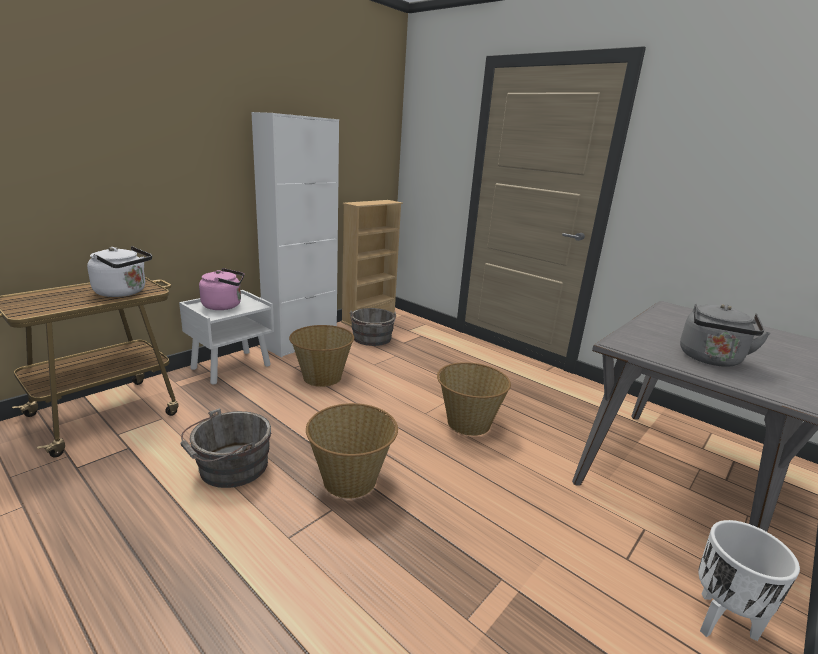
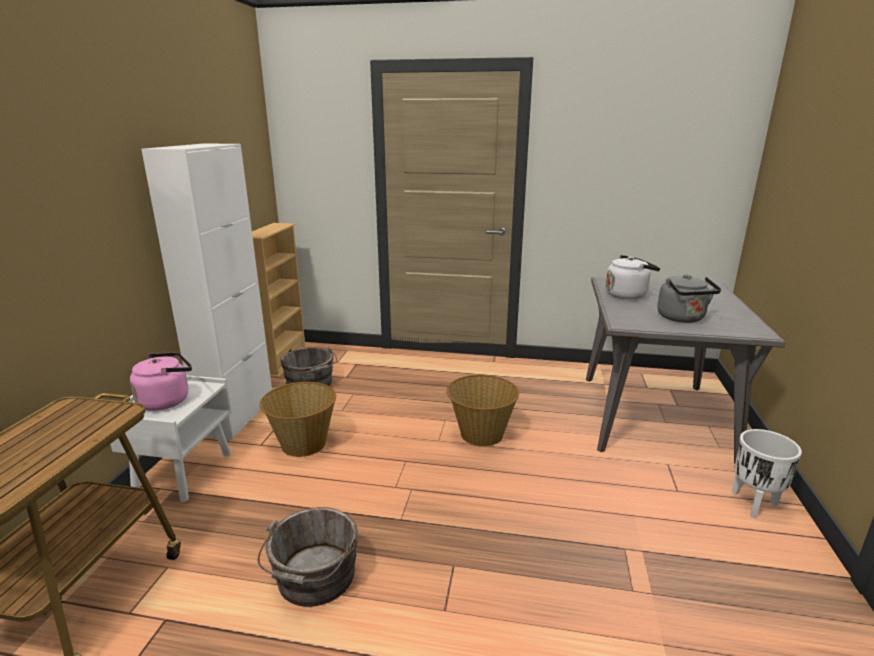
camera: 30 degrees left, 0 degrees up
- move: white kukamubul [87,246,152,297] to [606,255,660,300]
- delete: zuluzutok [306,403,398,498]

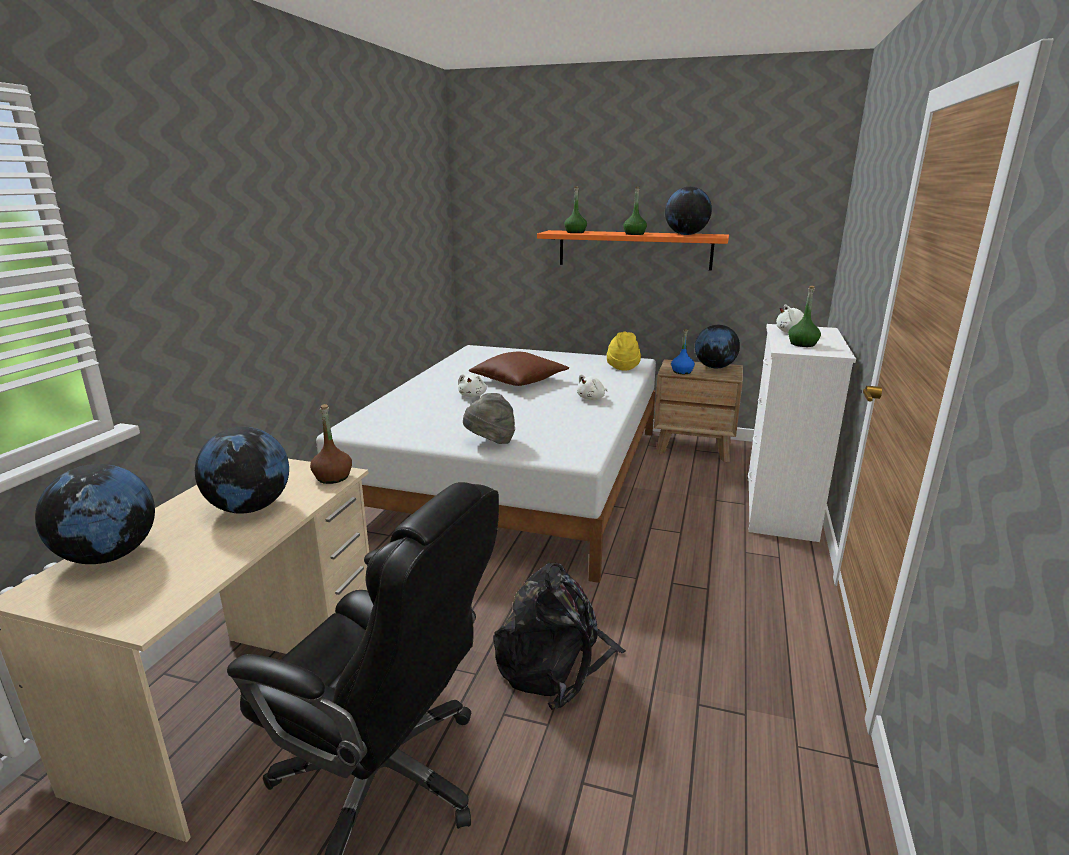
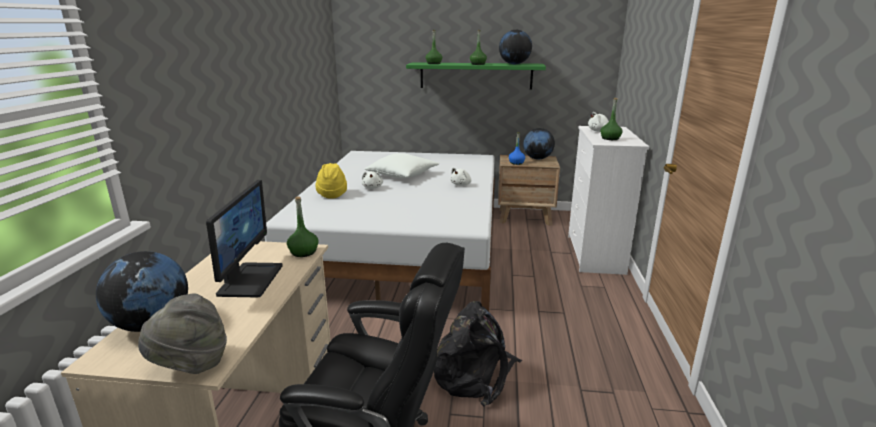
camera: 10 degrees left, 0 degrees up
- recolor: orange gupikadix [537,230,729,271] to green gupikadix [406,62,546,90]
- move: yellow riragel [607,331,641,371] to [315,163,347,199]
- recolor: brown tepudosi [469,351,569,386] to white tepudosi [365,153,439,179]
- move: grey riragel [463,393,515,444] to [138,293,227,374]
- recolor: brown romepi [310,404,352,484] to green romepi [287,196,319,257]
- replace: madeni [195,427,289,514] to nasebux [206,180,283,297]

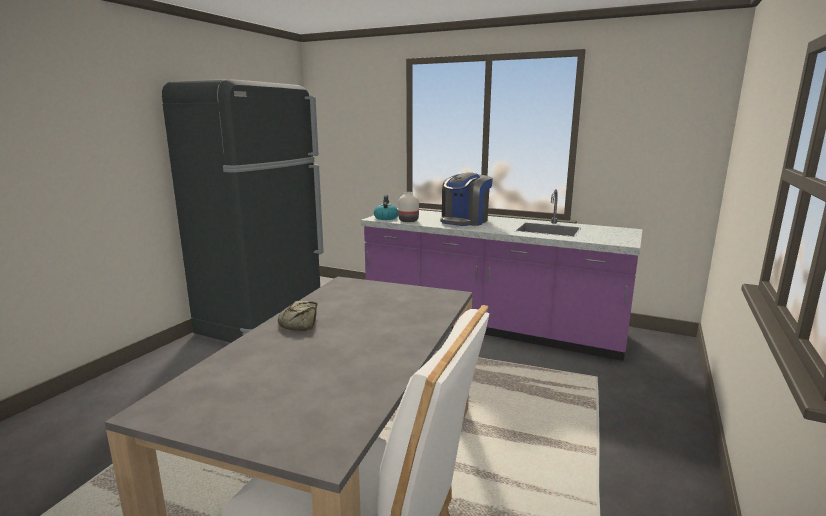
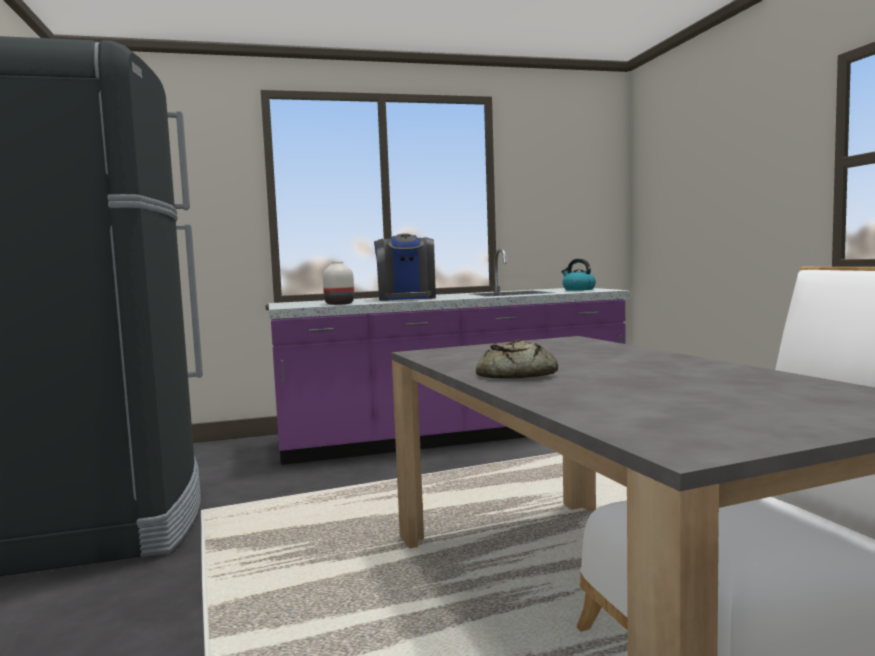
camera: 40 degrees left, 10 degrees down
- move: kukamubul [374,194,398,220] to [561,259,596,291]

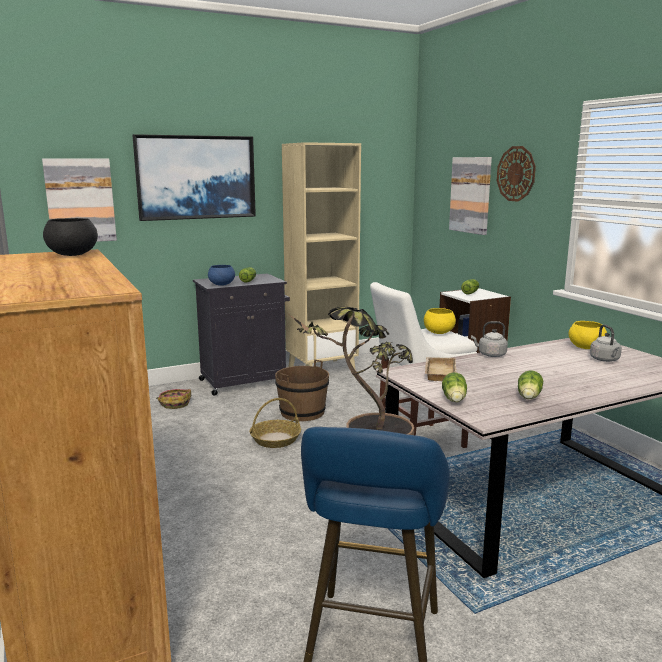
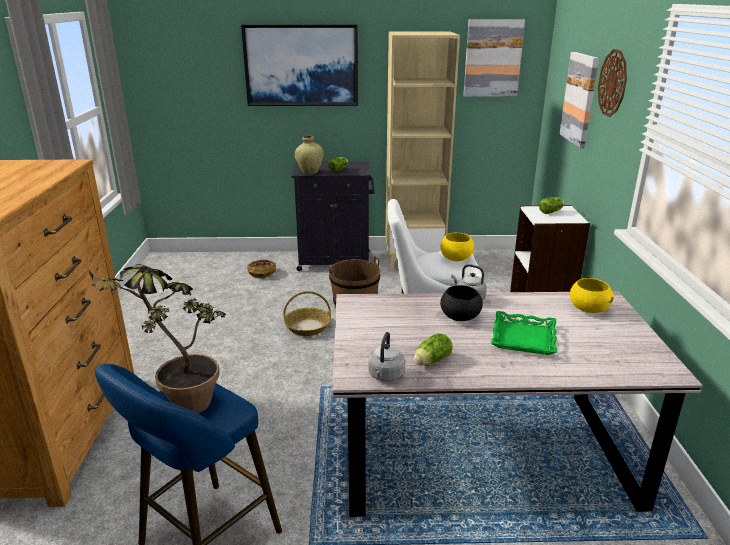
camera: 25 degrees right, 10 degrees up
- move: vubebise [42,158,117,242] to [463,19,525,97]
- move: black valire [43,218,98,256] to [440,285,483,321]
- replace: blue valire [208,265,235,286] to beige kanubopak [295,136,324,174]
- move: grey kukamubul [590,325,622,362] to [368,332,405,382]
- delete: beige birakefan [425,357,457,381]
- delete: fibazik [442,372,467,402]
- insert: green birakefan [491,311,557,355]

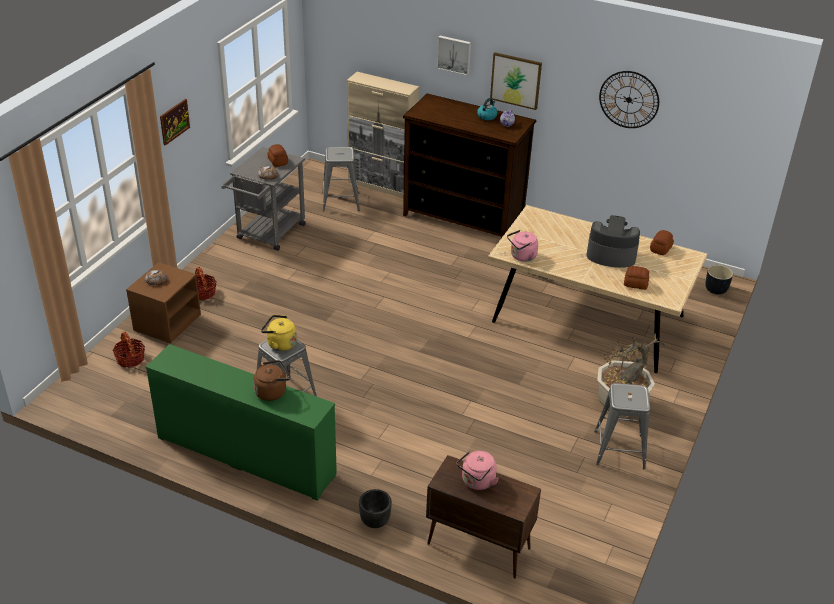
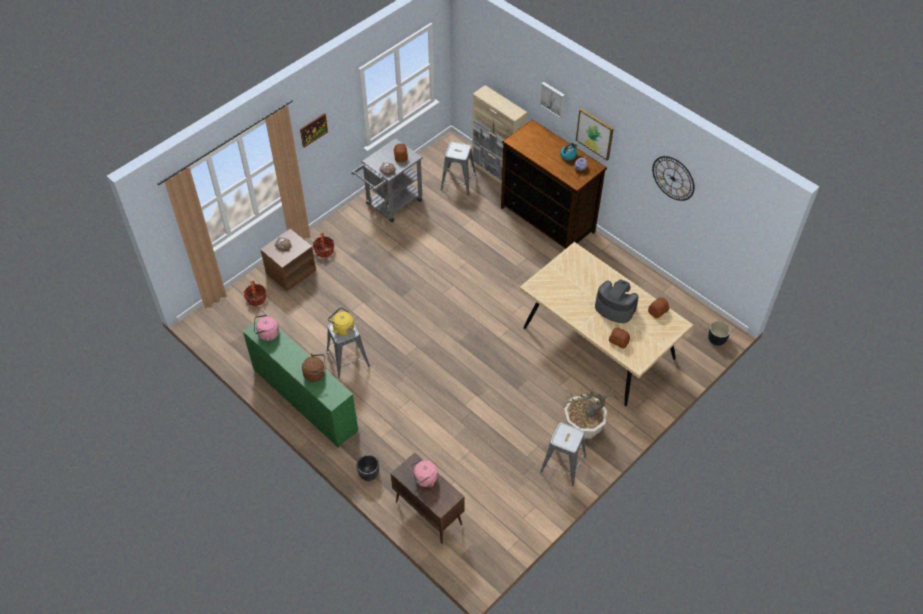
camera: 20 degrees right, 15 degrees up
- move: pink kukamubul [507,230,538,262] to [254,315,279,341]

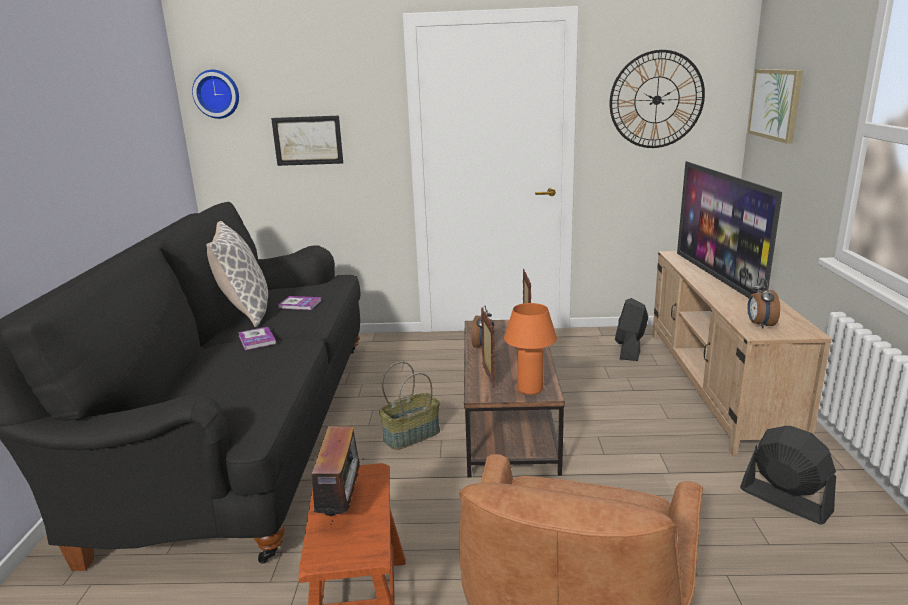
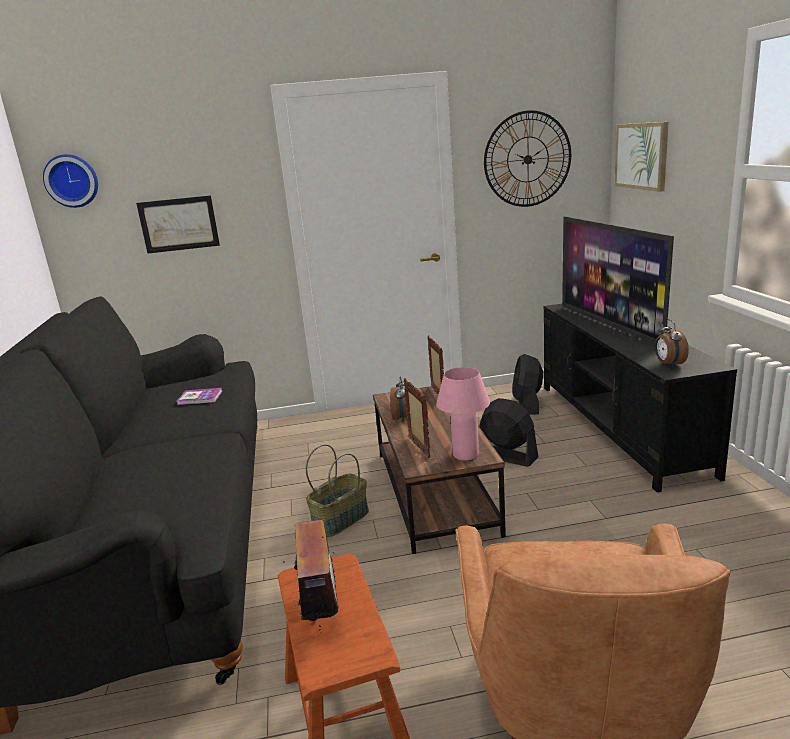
camera: 10 degrees left, 0 degrees up
- delete: tepudosi [206,221,268,327]
- recolor: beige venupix [652,251,832,456] to black venupix [544,304,737,493]
- recolor: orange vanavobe [504,303,557,395] to pink vanavobe [436,367,490,461]
- delete: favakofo [238,327,276,350]
- move: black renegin [740,426,836,524] to [479,398,539,467]

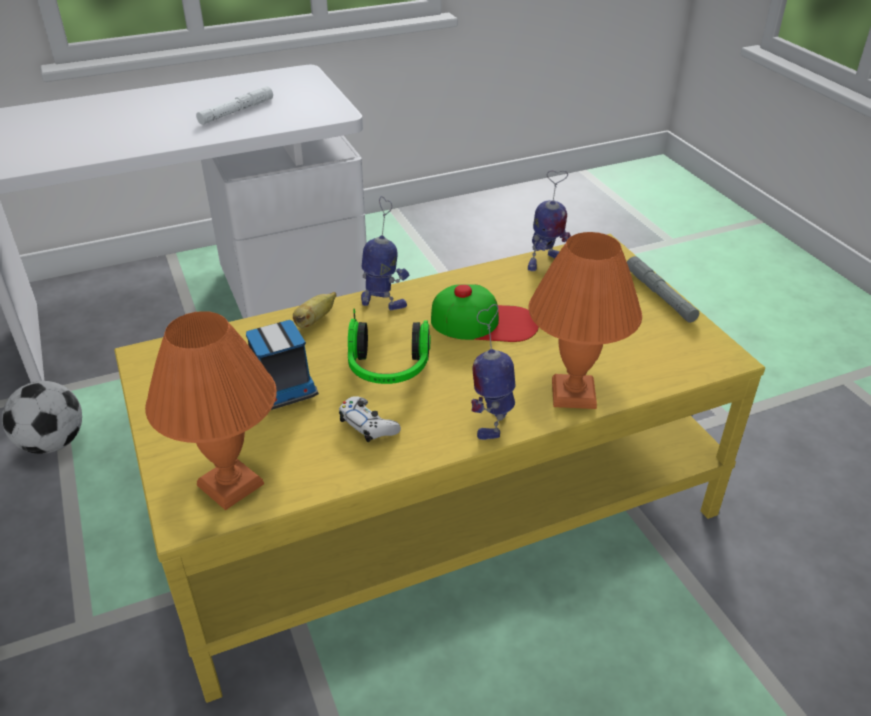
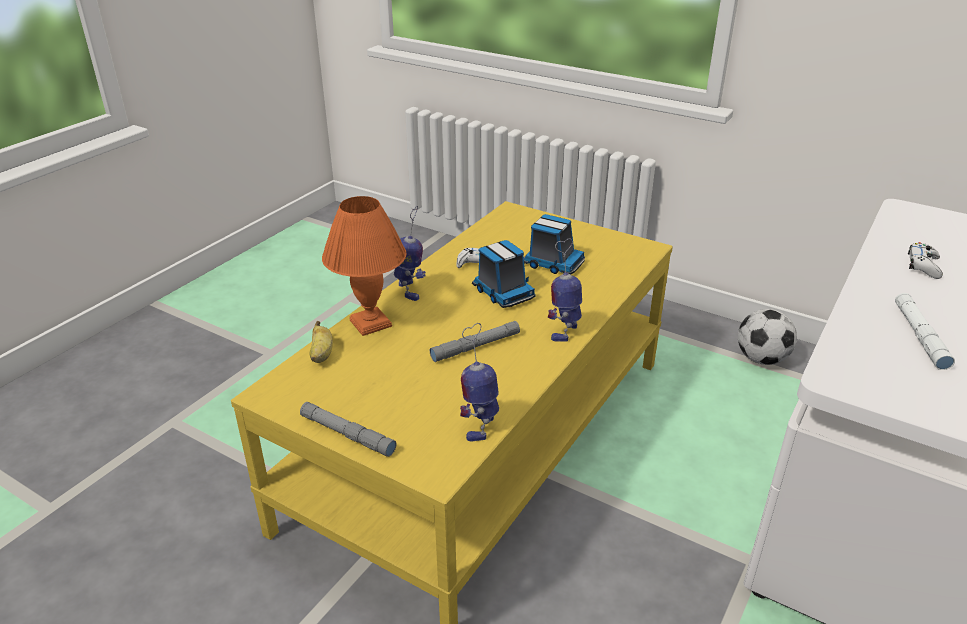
camera: 145 degrees right, 5 degrees down
- rotate: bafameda [361,196,409,310] = [547,238,582,341] 135 degrees clockwise
- replace: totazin [431,284,539,342] to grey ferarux [430,321,520,362]
- move: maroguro [293,292,336,328] to [310,321,333,363]
- replace: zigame [348,309,430,384] to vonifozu [472,240,535,308]
- delete: orange vanavobe [145,311,277,510]
- insert: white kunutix [908,242,943,279]

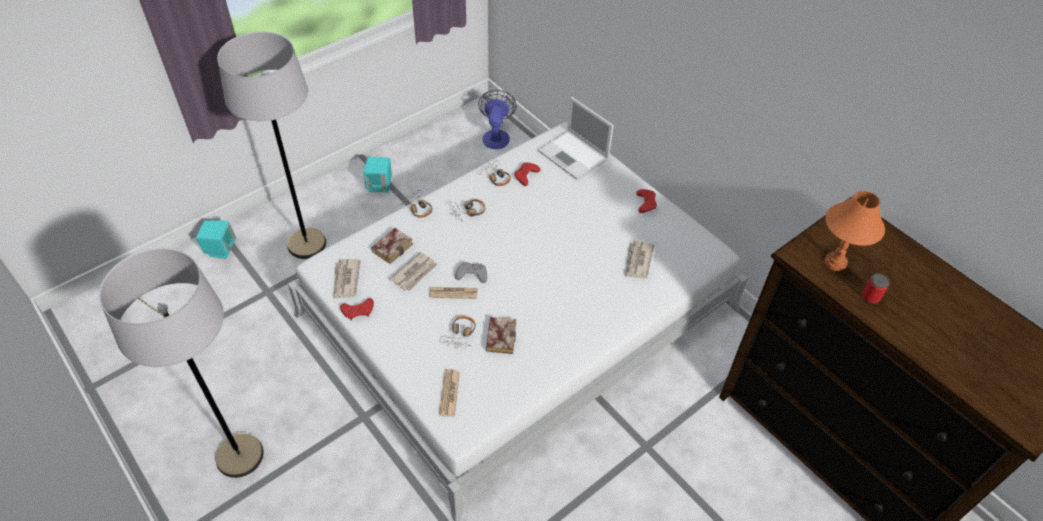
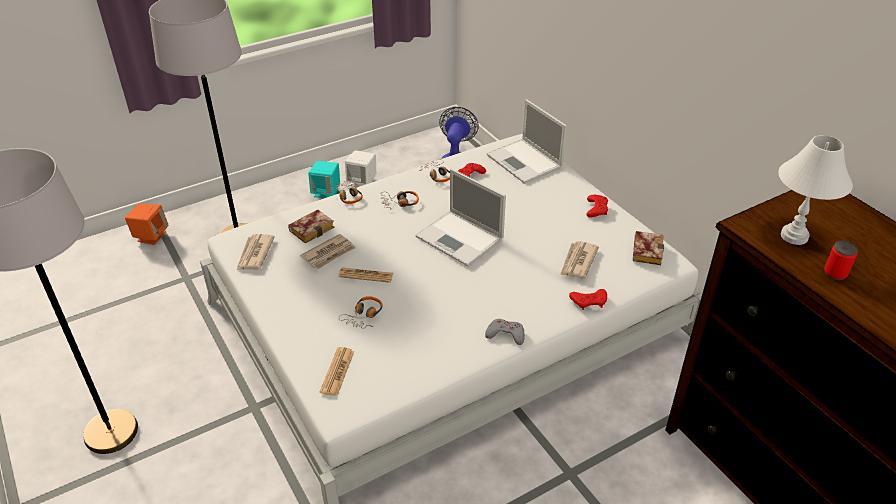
camera: 10 degrees right, 10 degrees down
- recolor: orange vanavobe [824,191,885,271] to white vanavobe [778,135,853,245]
- recolor: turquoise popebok [196,220,236,259] to orange popebok [125,204,168,245]
- move: grey kunutix [455,262,487,283] to [485,319,525,345]
- move: red kunutix [340,298,374,321] to [569,289,607,310]
- move: favakofo [486,317,516,354] to [633,231,664,265]
- insert: white popebok [345,150,376,187]
- insert: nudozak [416,169,506,267]

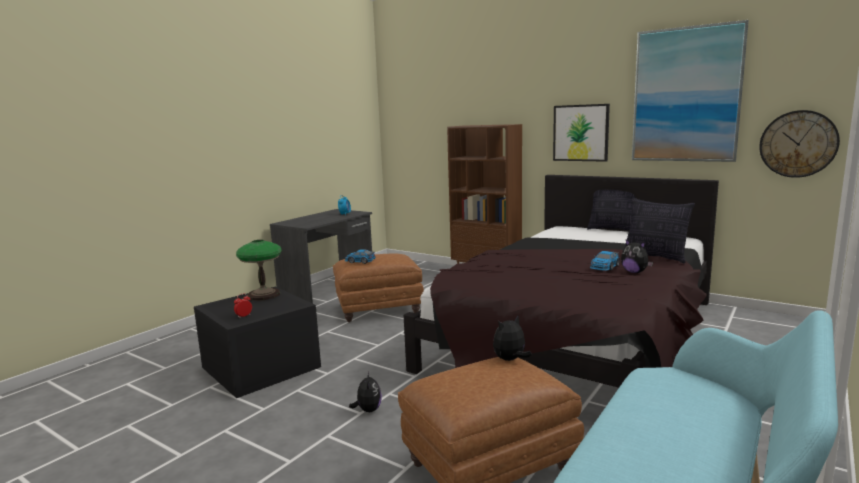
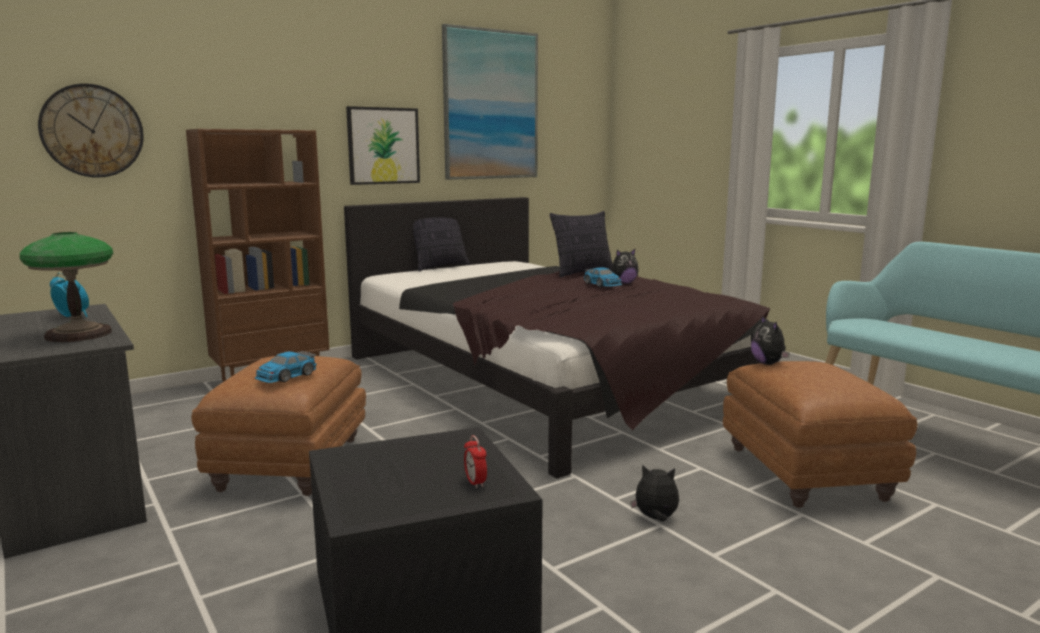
camera: 70 degrees left, 0 degrees up
- move: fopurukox [759,110,840,178] to [38,84,144,178]
- move: vanavobe [236,240,282,301] to [20,232,113,342]

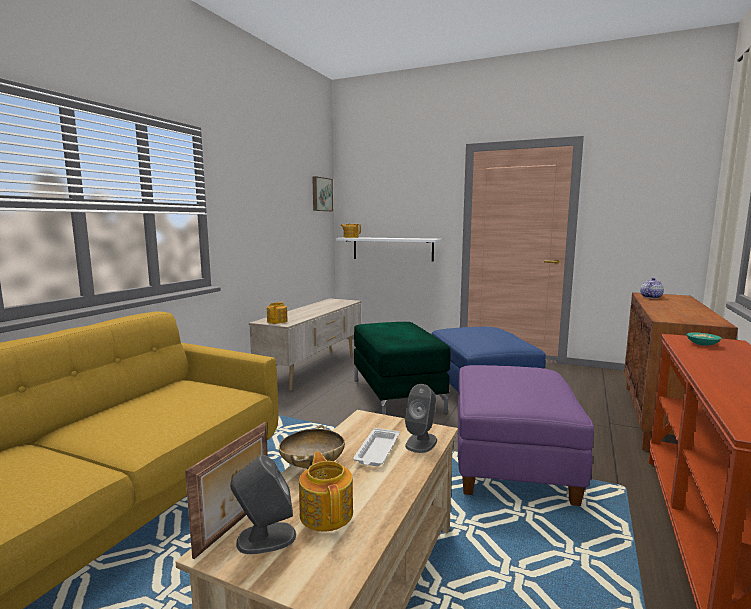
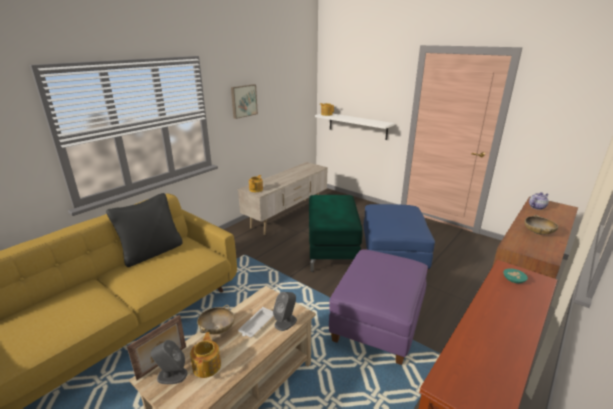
camera: 15 degrees right, 15 degrees up
- move: vubebise [312,176,333,211] to [231,84,258,119]
- insert: black tepudosi [106,193,182,267]
- insert: beige valire [524,215,558,235]

